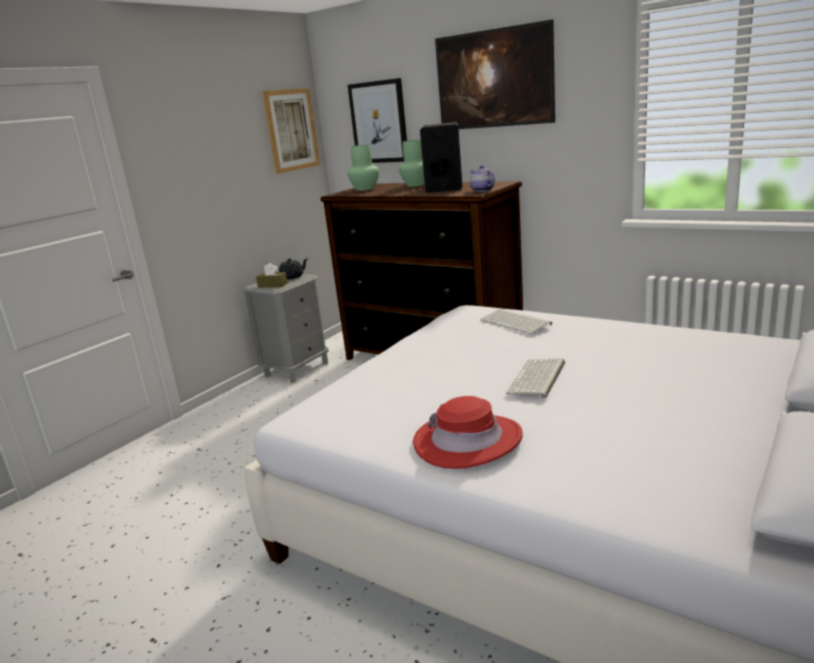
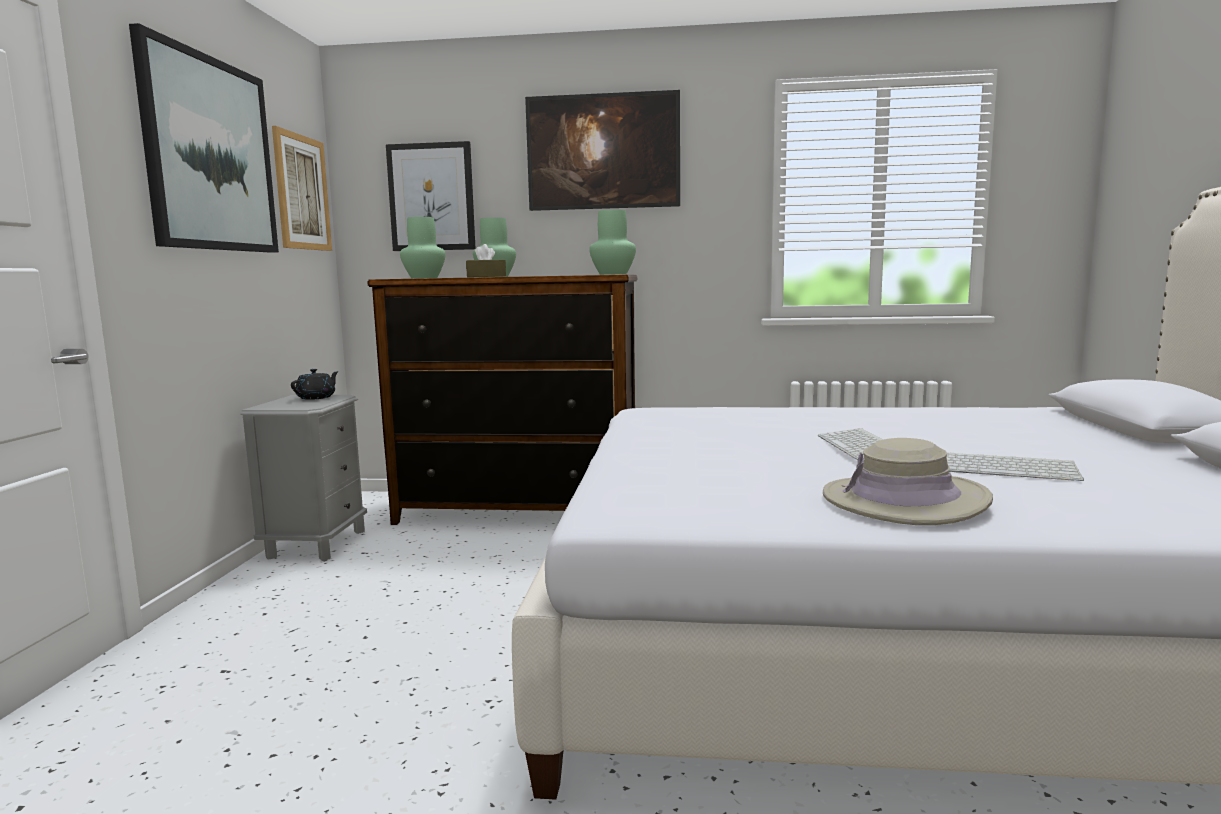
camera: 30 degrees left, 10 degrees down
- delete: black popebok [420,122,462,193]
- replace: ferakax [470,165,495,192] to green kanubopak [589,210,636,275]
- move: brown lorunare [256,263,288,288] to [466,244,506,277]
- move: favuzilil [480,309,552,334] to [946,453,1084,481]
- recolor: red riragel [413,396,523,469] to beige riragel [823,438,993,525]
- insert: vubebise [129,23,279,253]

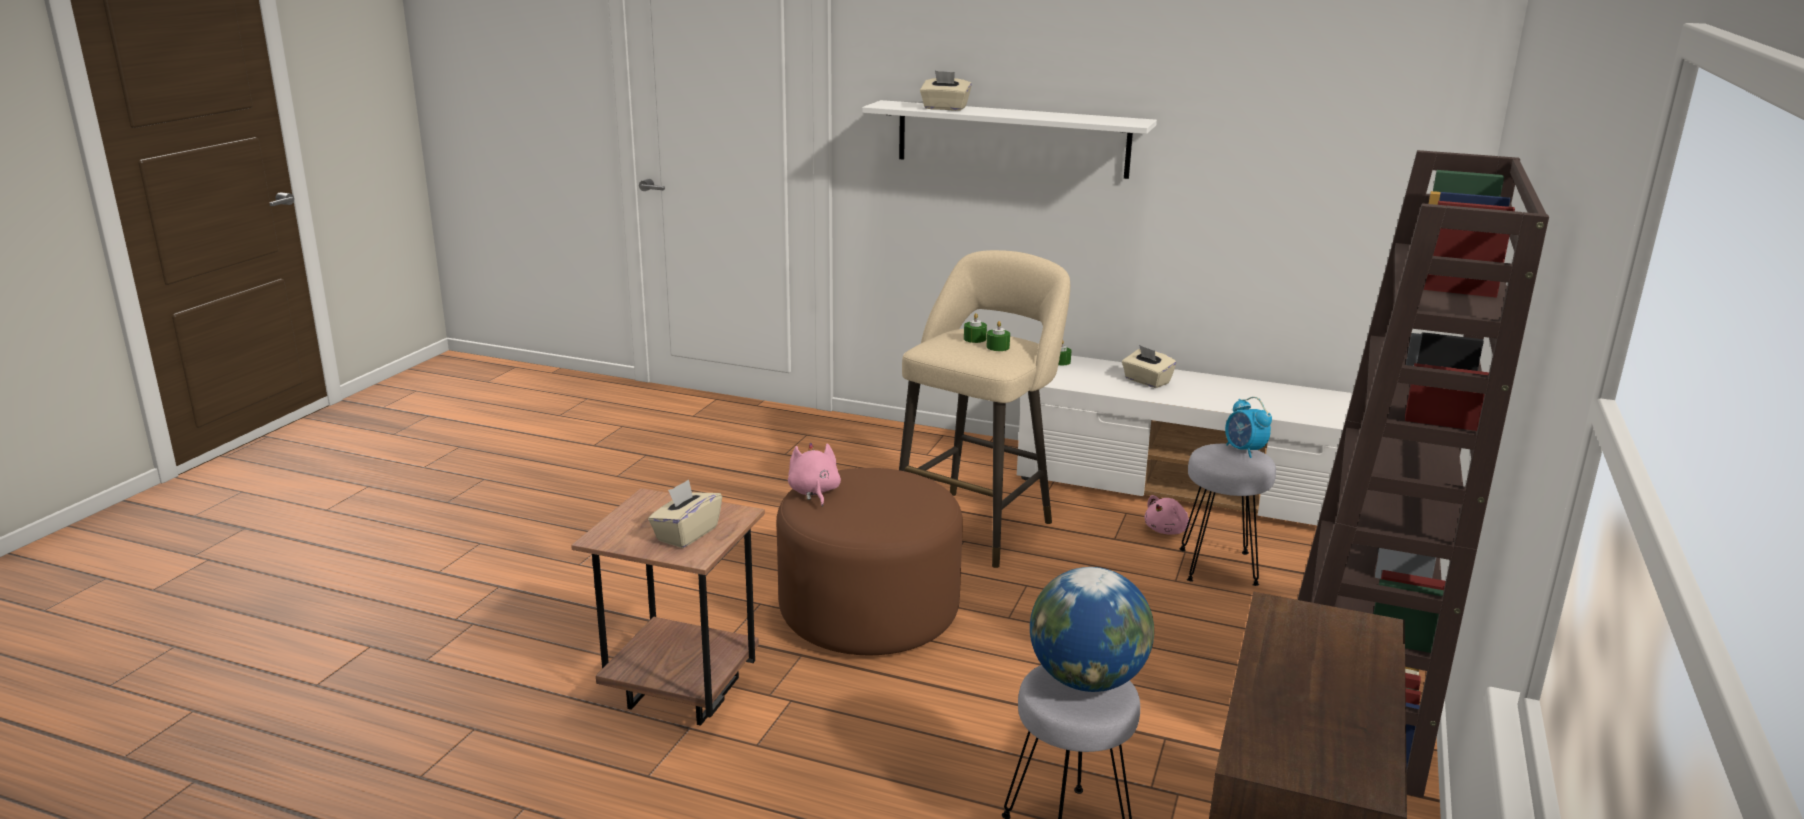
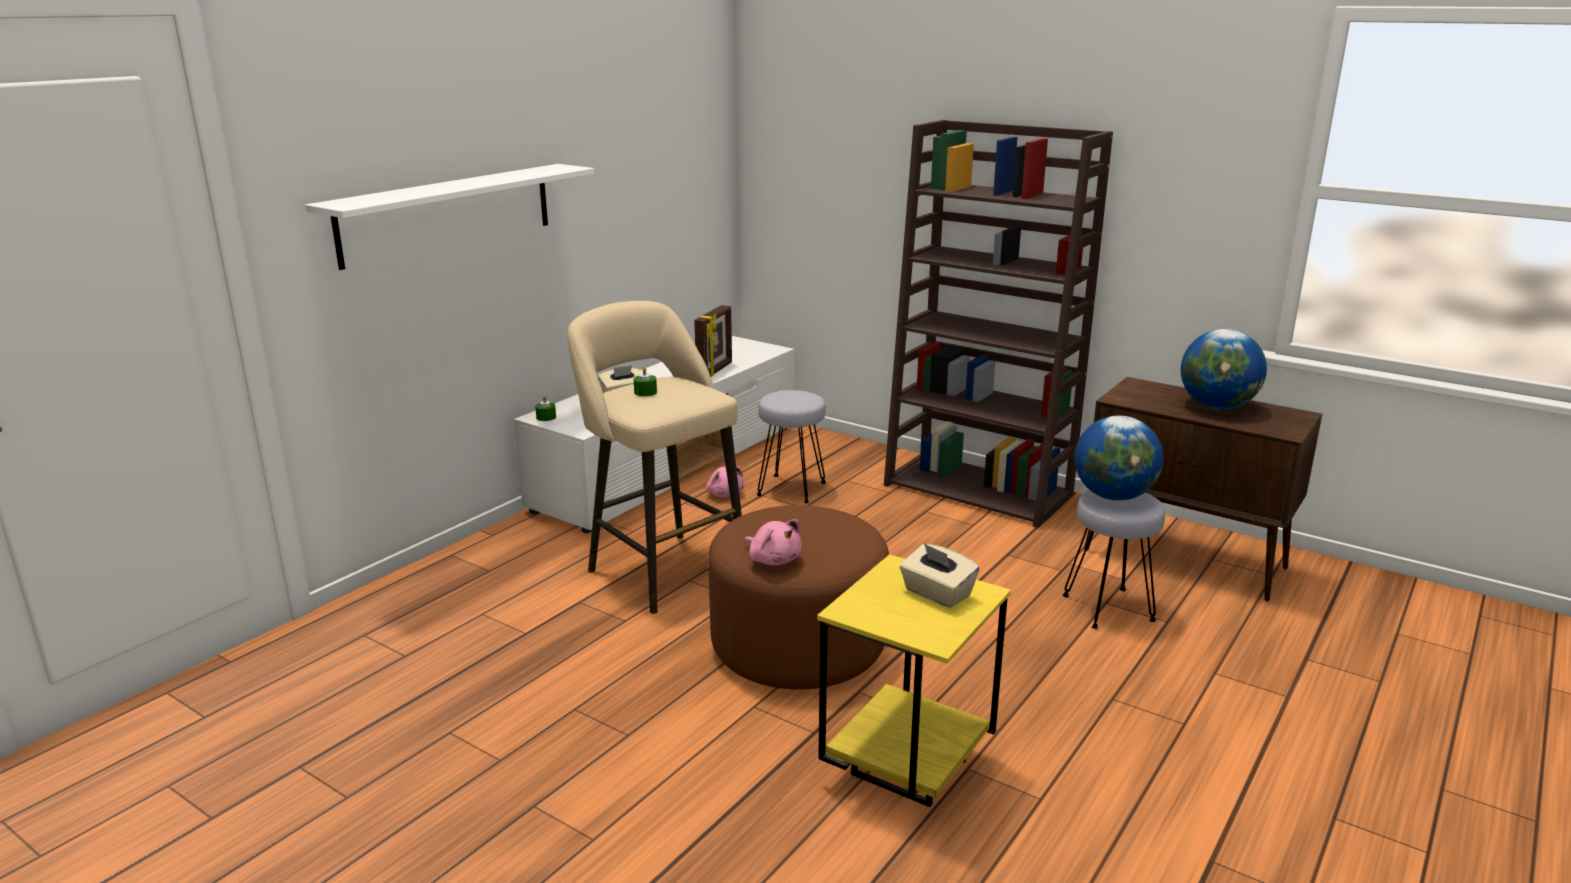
camera: 75 degrees left, 0 degrees up
- delete: beige lorunare [920,71,972,111]
- delete: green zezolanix [986,321,1010,351]
- delete: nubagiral [1225,397,1272,458]
- rotate: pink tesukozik [788,443,841,507] = [744,519,802,566] 135 degrees counterclockwise
- recolor: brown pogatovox [571,488,765,726] to yellow pogatovox [817,554,1011,807]
- insert: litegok [694,305,732,377]
- insert: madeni [1181,329,1267,409]

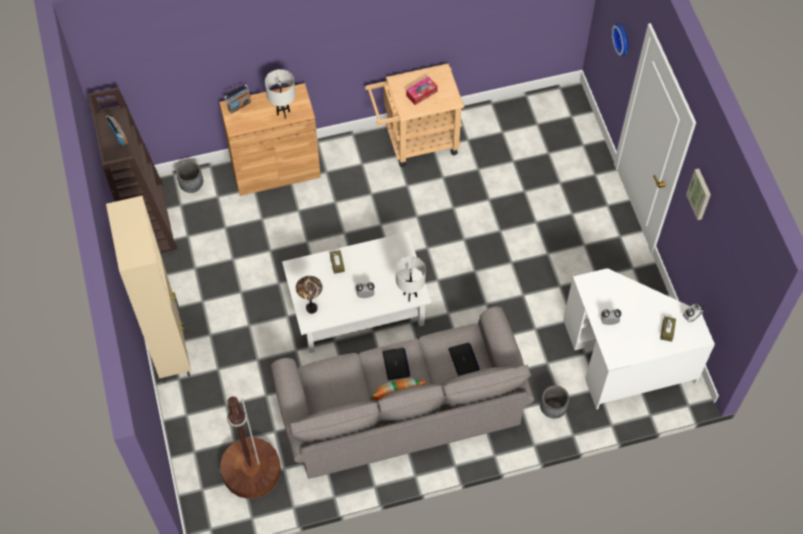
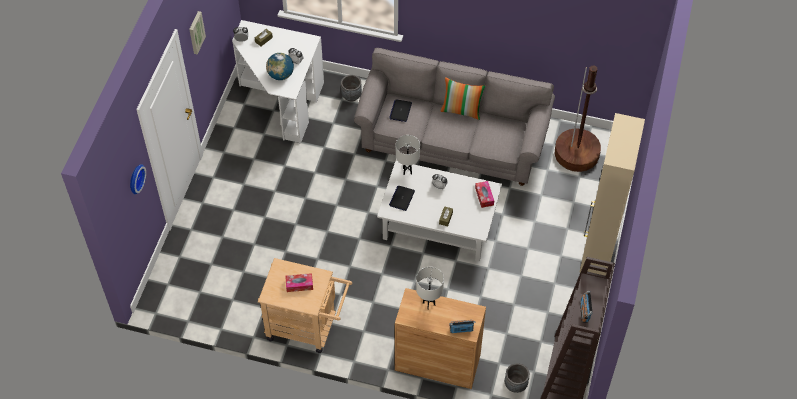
camera: 150 degrees left, 5 degrees down
- replace: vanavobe [296,276,323,314] to lorunare [475,181,494,208]
- move: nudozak [382,348,411,380] to [389,186,415,211]
- insert: madeni [266,53,294,80]

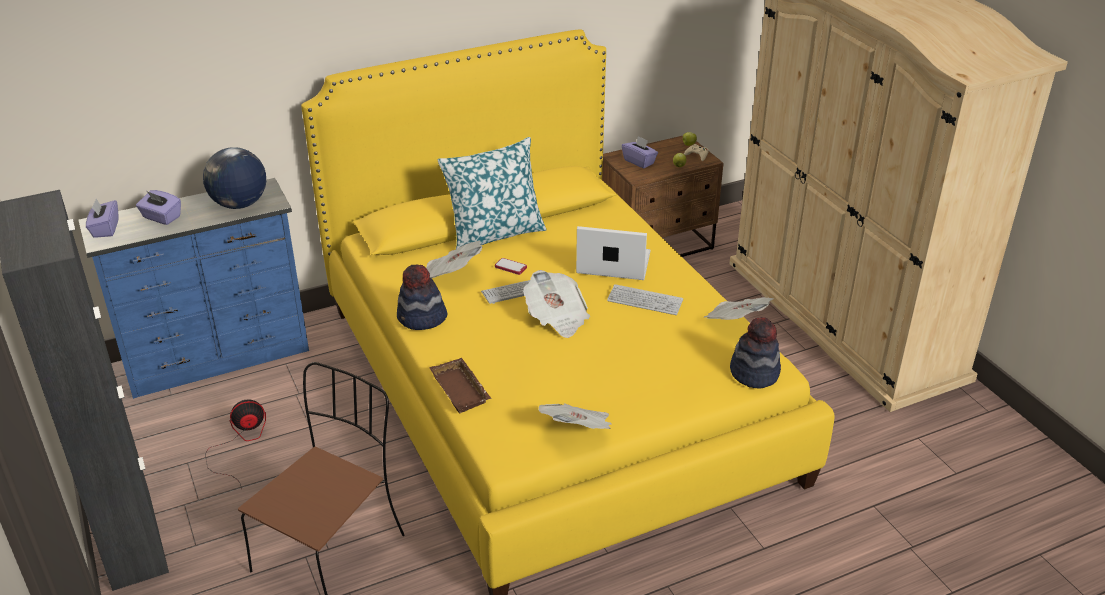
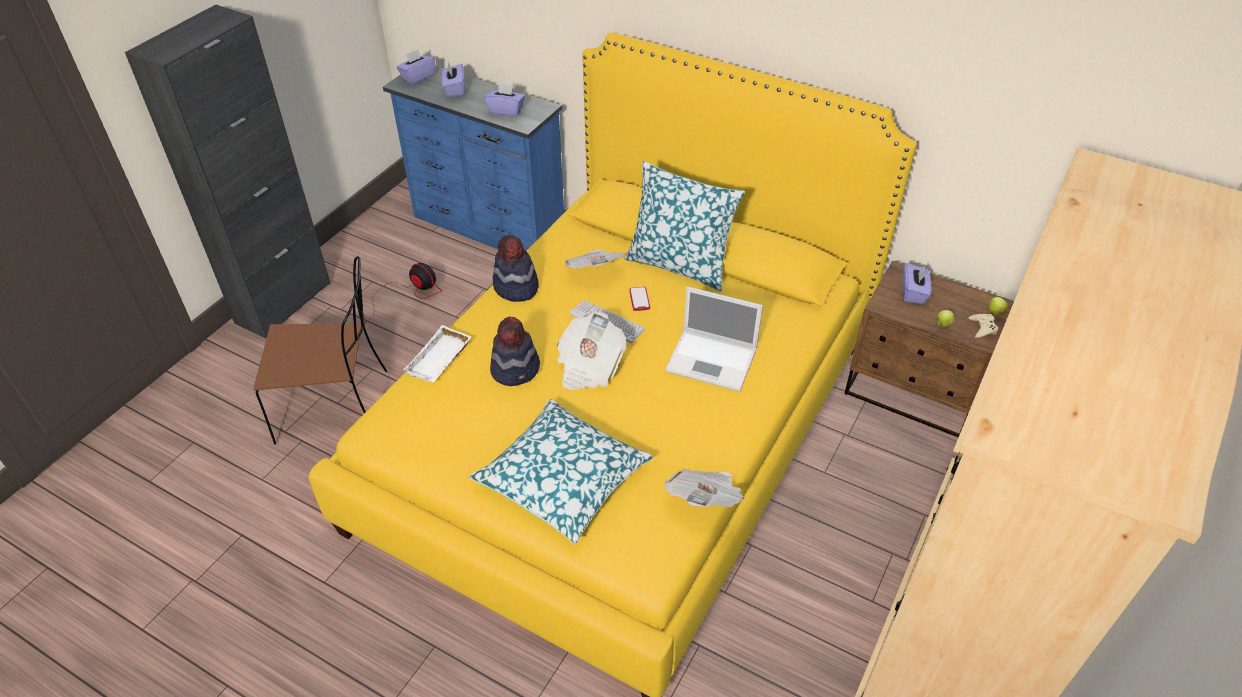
camera: 55 degrees right, 10 degrees up
- replace: madeni [203,147,266,209] to purple lorunare [484,83,525,117]
- rotate: nudozak [576,226,650,280] = [665,286,763,392] 135 degrees clockwise
- delete: favuzilil [607,284,683,315]
- move: riragel [730,317,781,389] to [490,316,540,386]
- recolor: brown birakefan [429,358,491,413] to white birakefan [403,325,472,383]
- delete: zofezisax [538,404,612,429]
- insert: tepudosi [469,399,653,544]

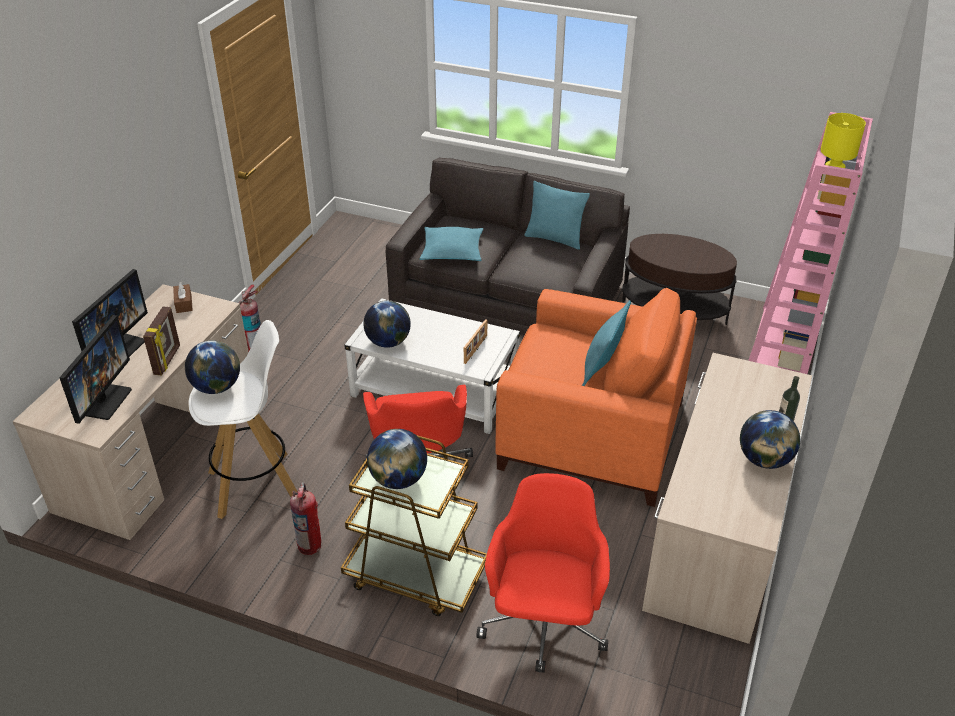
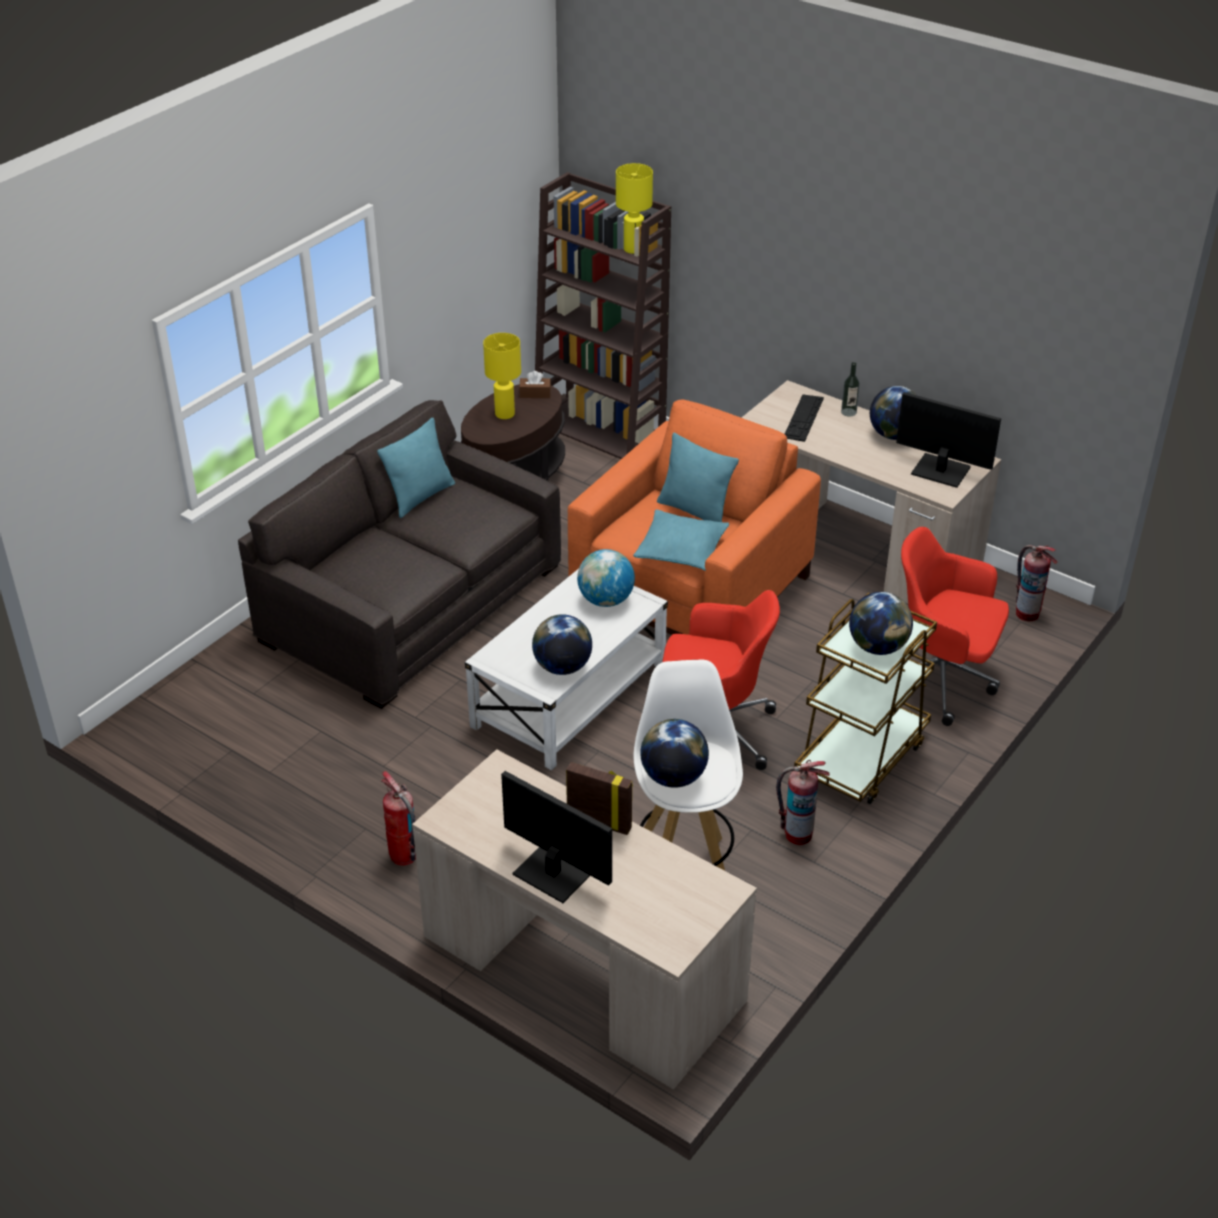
camera: 75 degrees left, 0 degrees up
- recolor: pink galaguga [748,112,873,374] to brown galaguga [535,172,671,459]
- move: turquoise tepudosi [420,227,483,261] to [633,509,729,571]
- move: brown lorunare [173,282,193,313] to [519,371,551,398]
- move: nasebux [59,315,132,424] to [896,392,1001,488]
- replace: litegok [464,319,487,364] to madeni [577,549,635,607]
- insert: yellow vanavobe [483,333,521,419]
- insert: favuzilil [785,394,824,442]
- insert: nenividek [1016,545,1057,621]

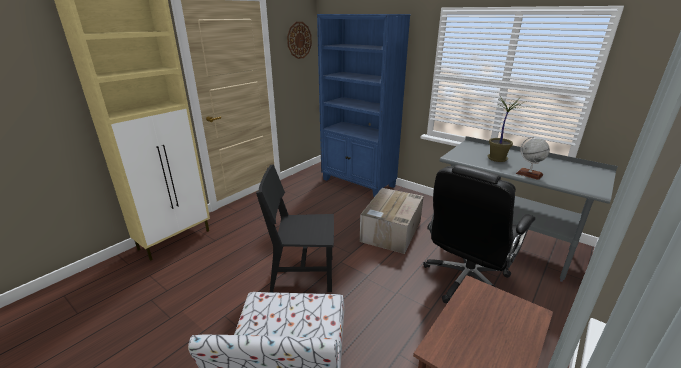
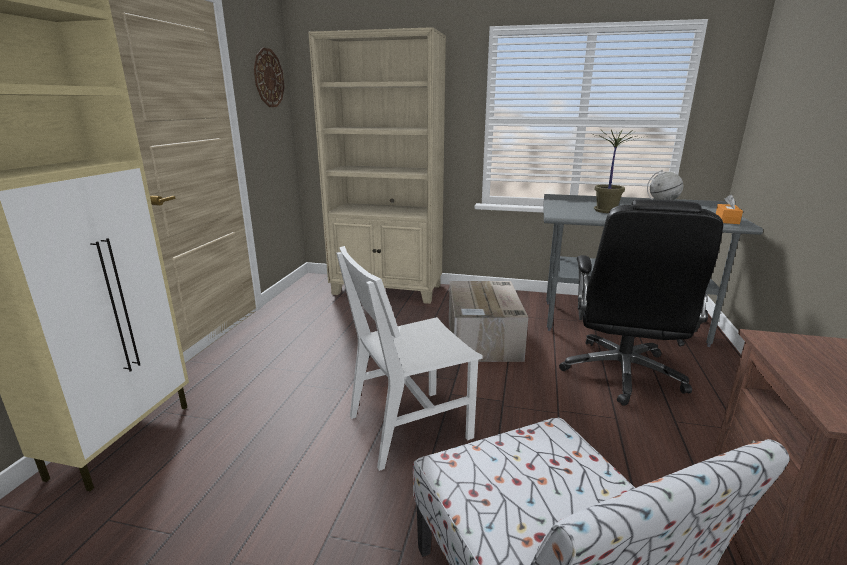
camera: 25 degrees left, 5 degrees down
- recolor: blue galaguga [317,14,410,197] to beige galaguga [308,27,446,304]
- recolor: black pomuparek [256,164,334,292] to white pomuparek [336,246,483,471]
- insert: orange lorunare [716,194,743,224]

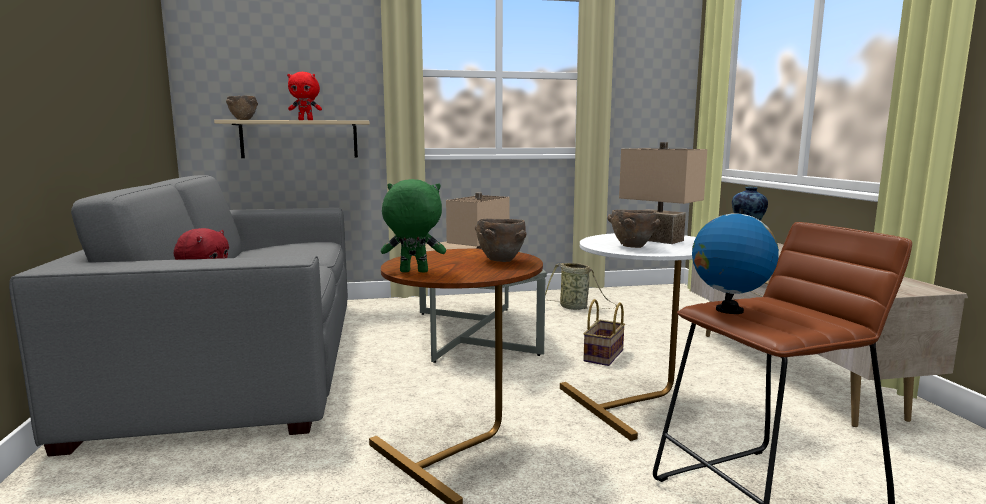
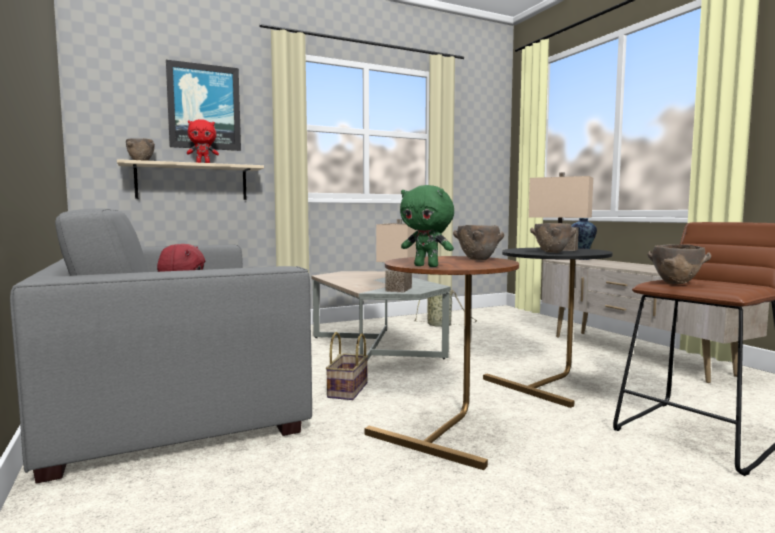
camera: 15 degrees left, 5 degrees down
- rotate: green tesukozik [381,179,446,272] = [400,185,454,267] 135 degrees counterclockwise
- replace: madeni [692,208,779,314] to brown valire [648,244,711,284]
- recolor: white pogatovox [560,233,696,441] to black pogatovox [483,248,613,408]
- move: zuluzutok [583,299,625,366] to [326,332,368,400]
- insert: vubebise [166,60,241,151]

